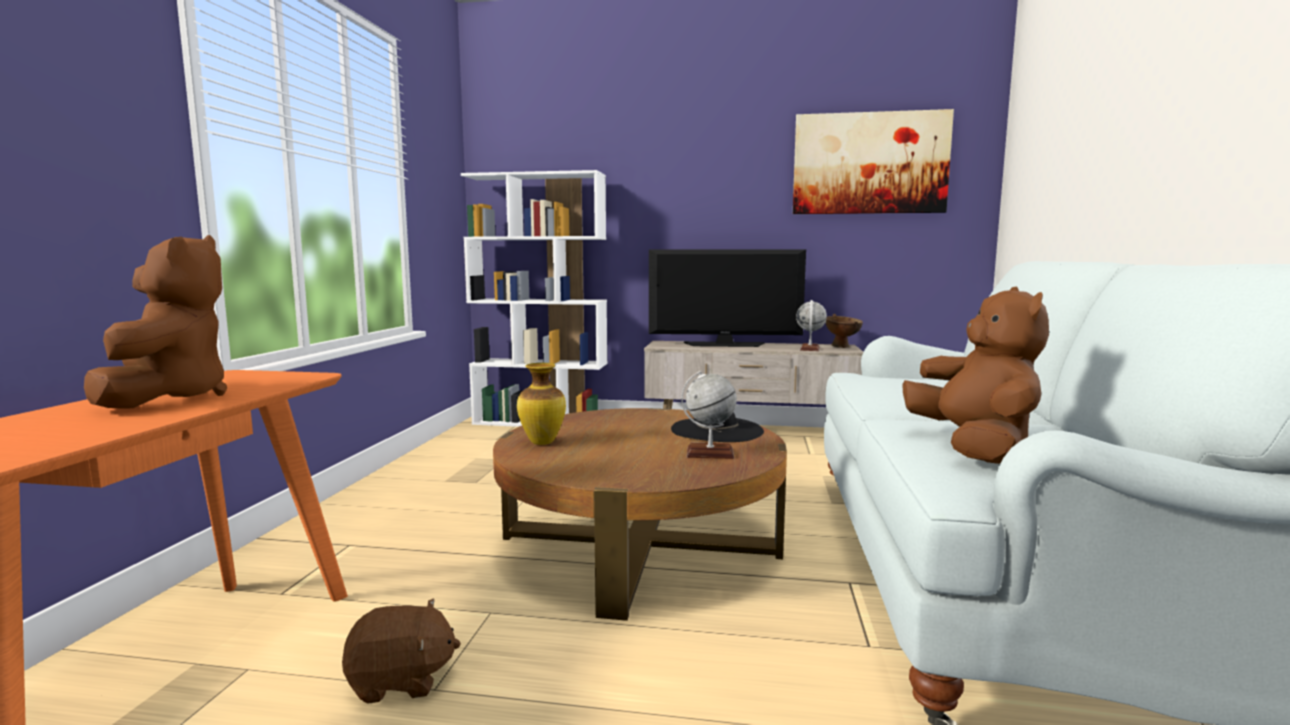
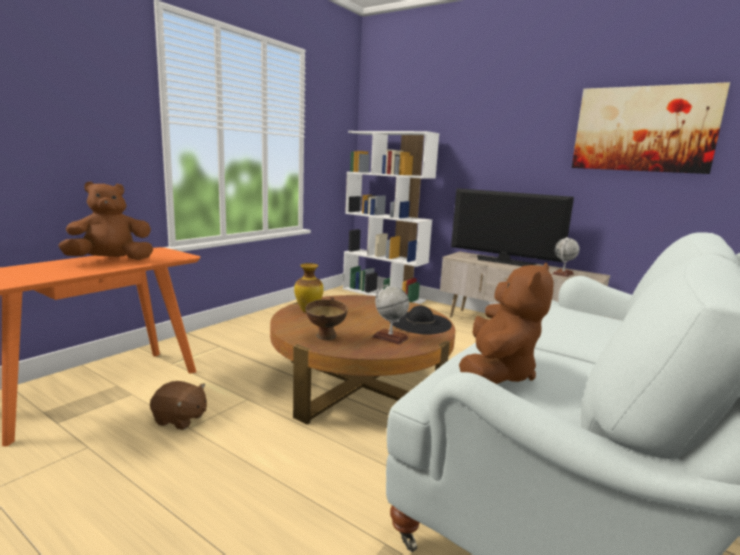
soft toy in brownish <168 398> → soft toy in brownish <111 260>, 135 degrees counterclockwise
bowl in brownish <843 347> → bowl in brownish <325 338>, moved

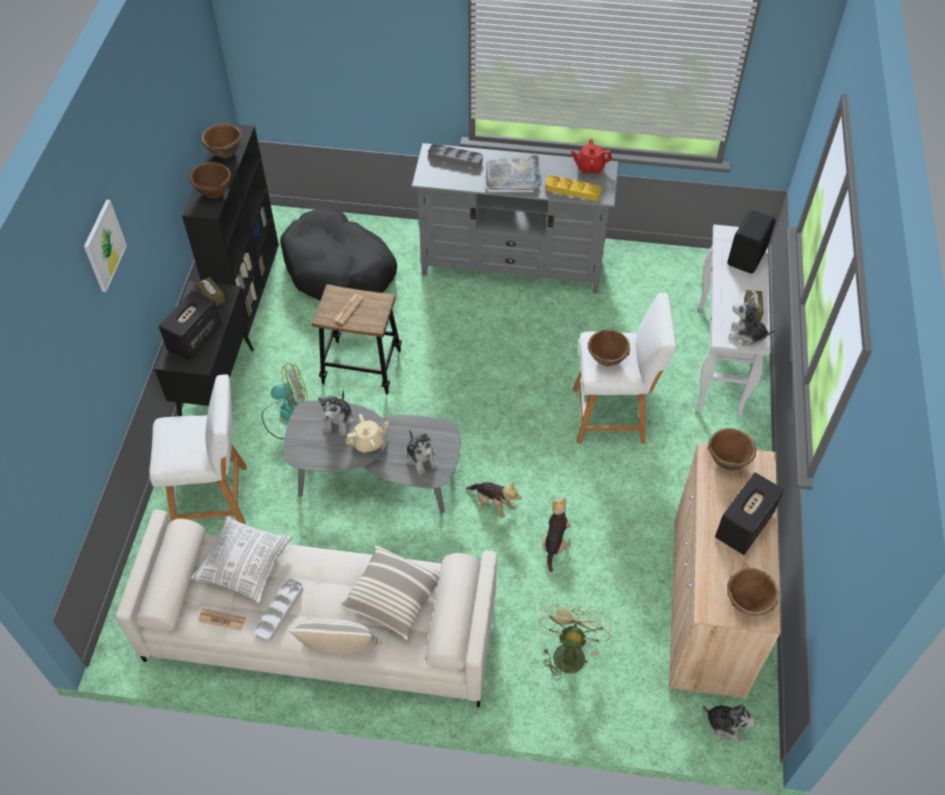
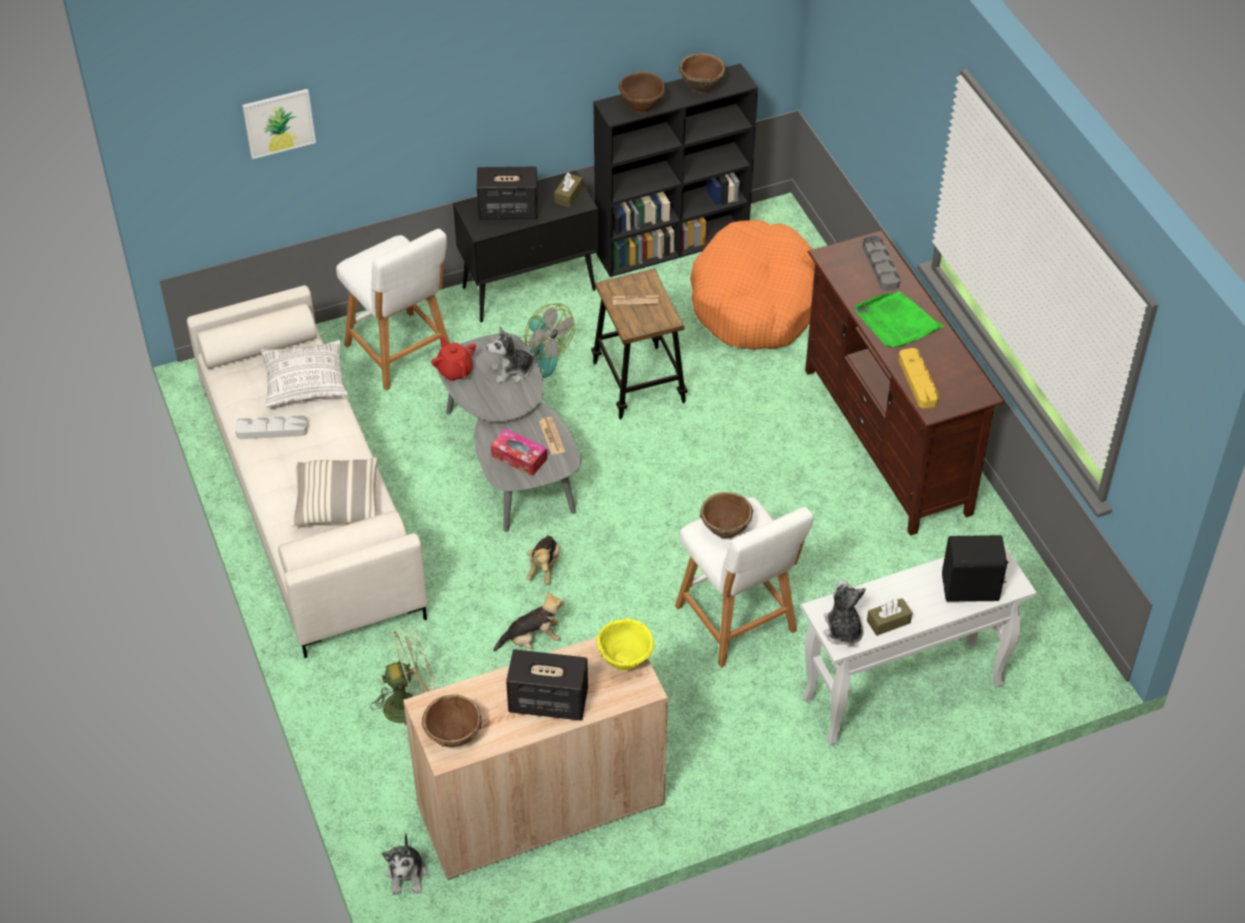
picture <104 245> → picture <279 122>, moved
tea pot in red <590 167> → tea pot in red <455 370>, moved
soft toy <421 458> → box of tissues <519 457>
daily paper <222 619> → daily paper <551 436>, moved
bowl in brownish <727 460> → bowl in yellow-coloured <625 658>
dog bed in black <339 270> → dog bed in orangey <755 301>
media console in greyish <512 265> → media console in brownish <888 441>
serving tray in greyish <513 176> → serving tray in green-coloured <896 322>
throw pillow <340 650> → -
tea pot in beige <368 443> → -

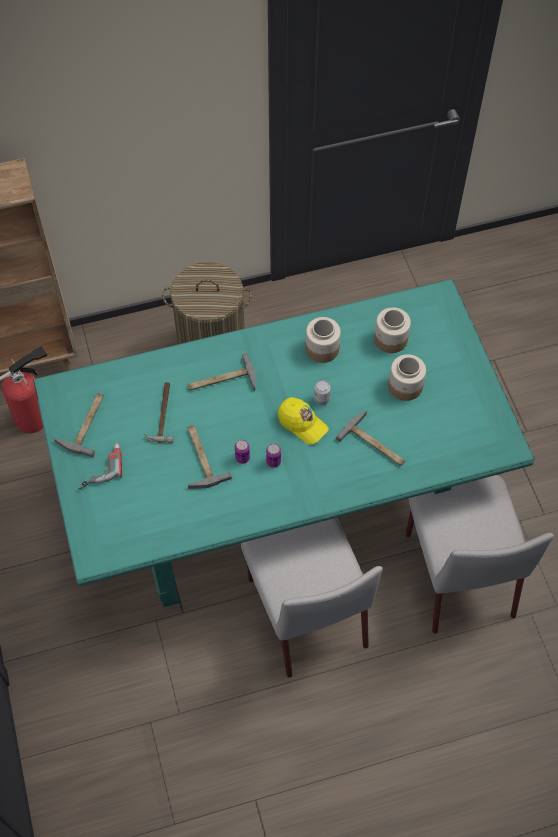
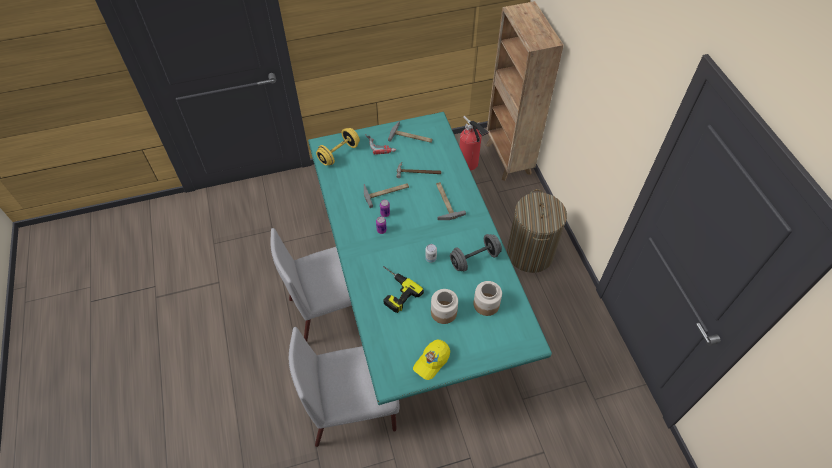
- → hand weight in yellow-coloured <339 154>
hammer <375 444> → drill <394 290>
peaked cap in yellow-coloured <302 424> → peaked cap in yellow-coloured <432 361>, moved
jar <321 348> → hand weight in greyish <474 259>

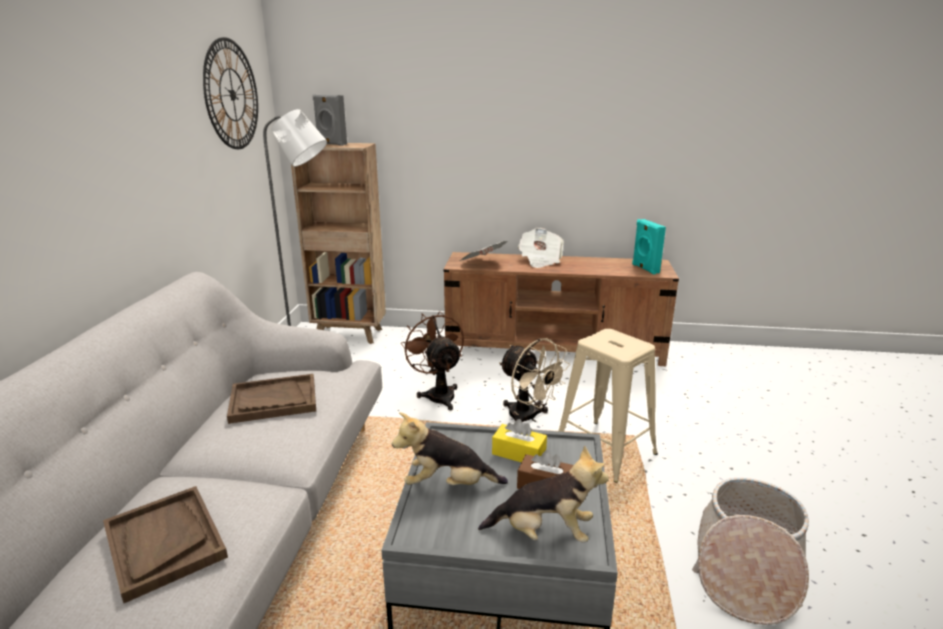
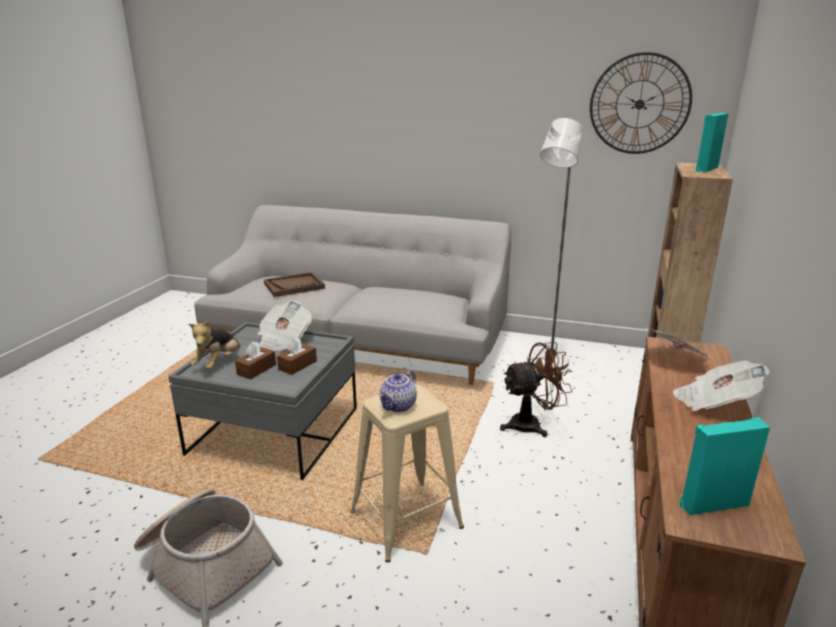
soft toy <448 485> → daily paper <283 341>
box of tissues in yellow-coloured <519 453> → box of tissues in brownish <297 365>
- → tea pot <398 406>
speaker in greyish <331 144> → speaker in turquoise-coloured <705 169>
serving tray in brownish <273 400> → -
fan in beige <528 418> → -

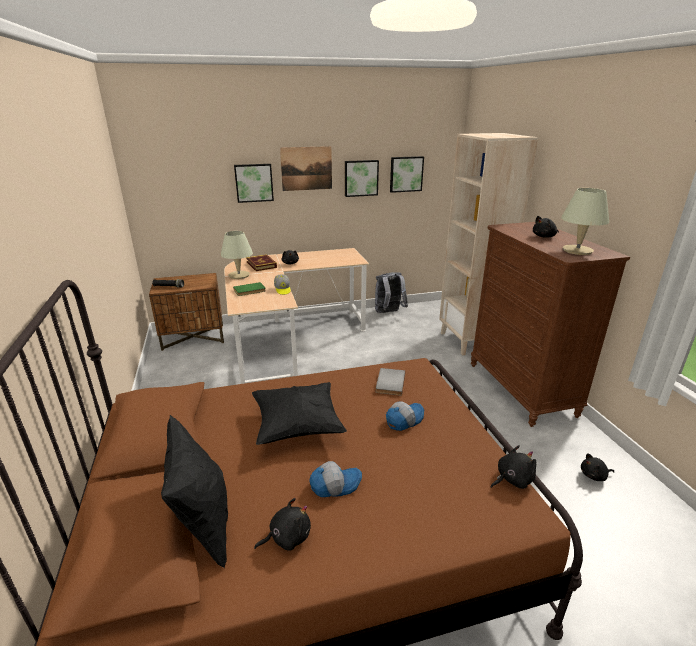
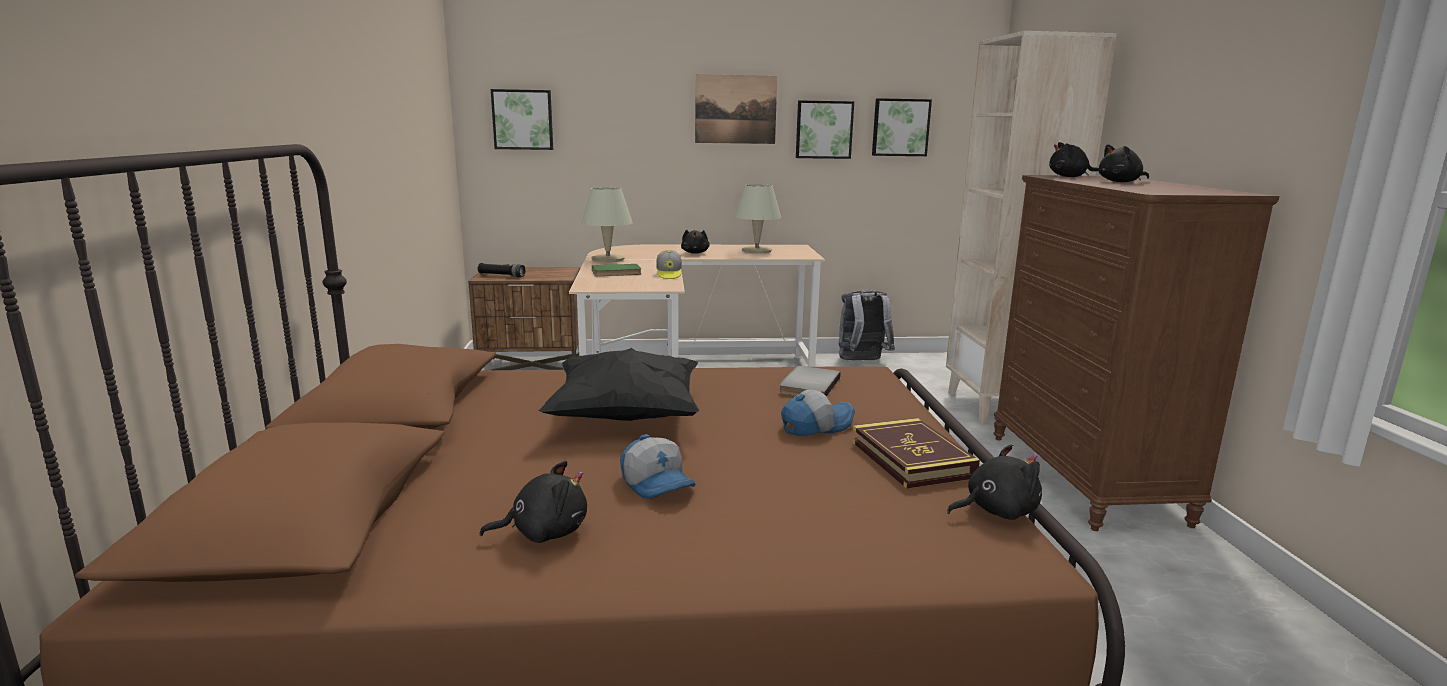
picture <254 182> → picture <523 119>, moved
peaked cap <335 484> → peaked cap <658 484>, 60 degrees clockwise
lamp for a table in beige <577 250> → lamp for a table in beige <757 251>, moved
volume <261 265> → volume <911 459>, moved
soft toy in black <594 476> → soft toy in black <1070 177>, moved
throw pillow in black <204 525> → -

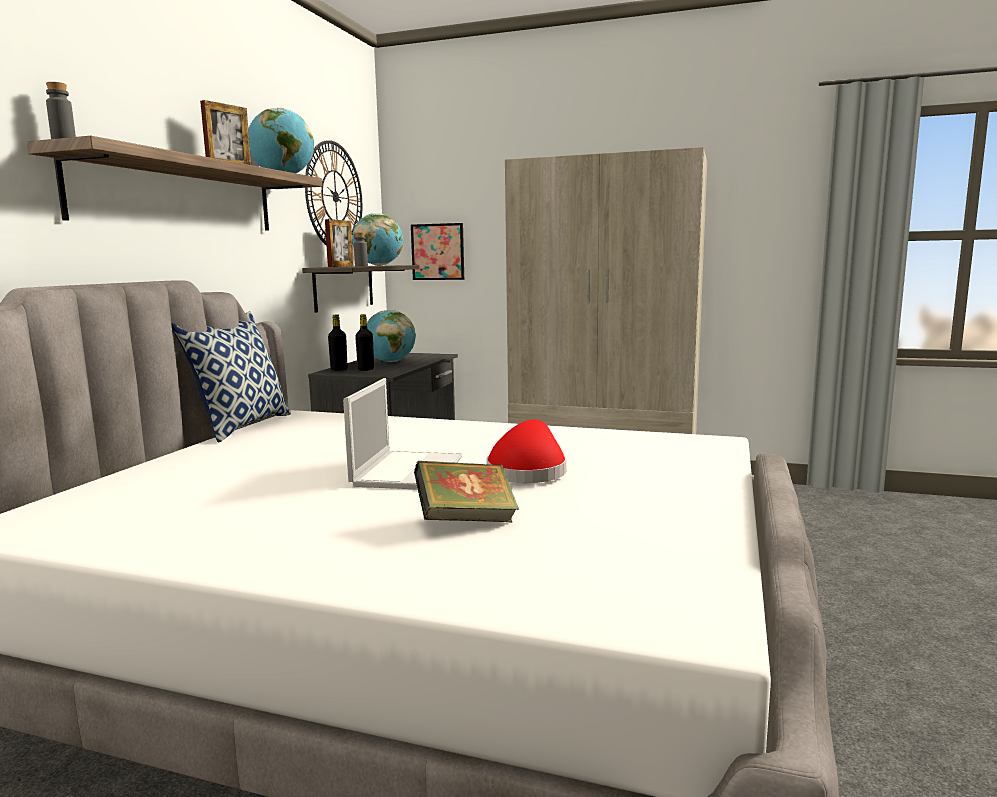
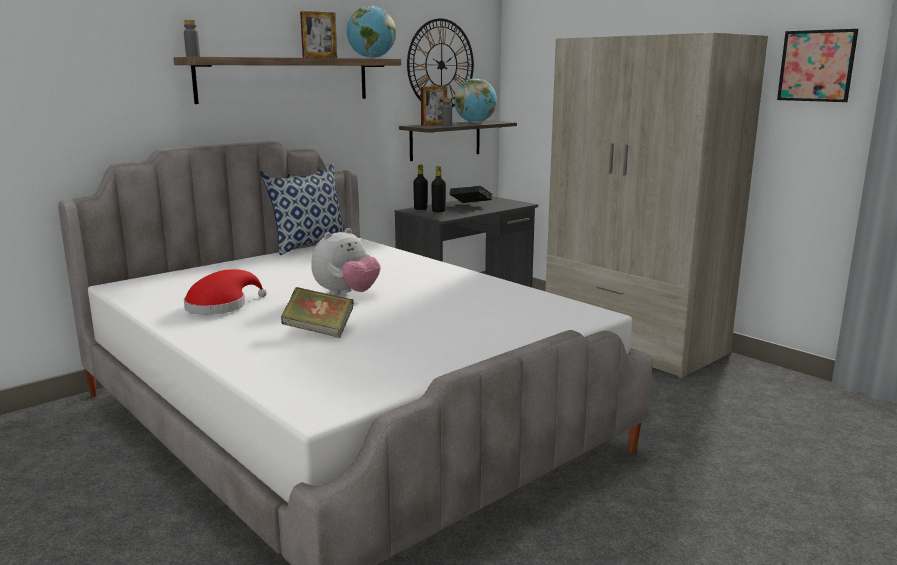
hat in red <527 471> → hat in red <220 306>, moved
portable computer <408 470> → soft toy <346 294>
world globe <390 361> → volume <471 206>
picture <438 252> → picture <816 66>, moved

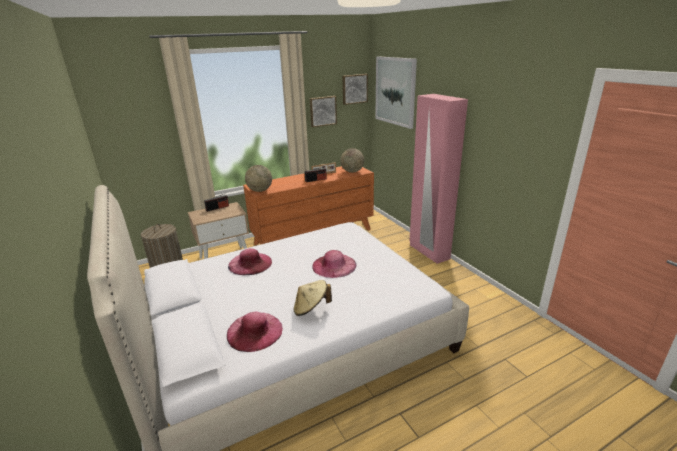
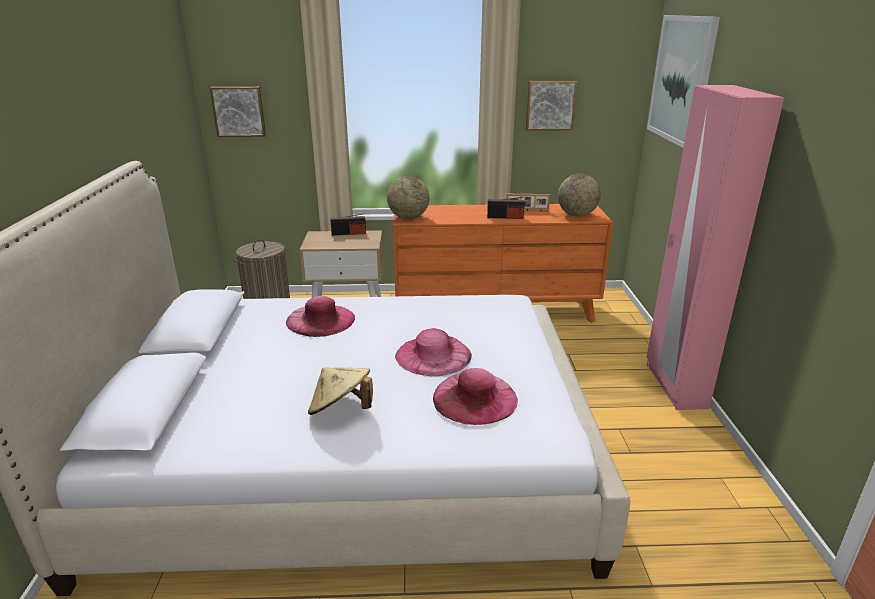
picture <354 89> → picture <239 111>, moved
hat in pinkish <254 331> → hat in pinkish <474 398>, moved

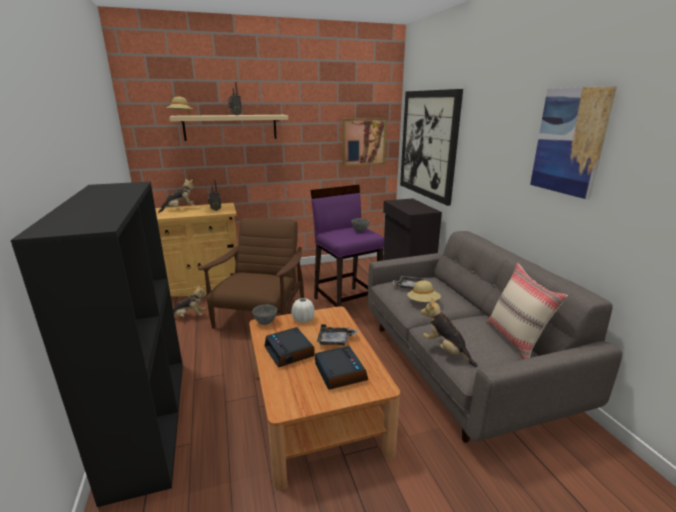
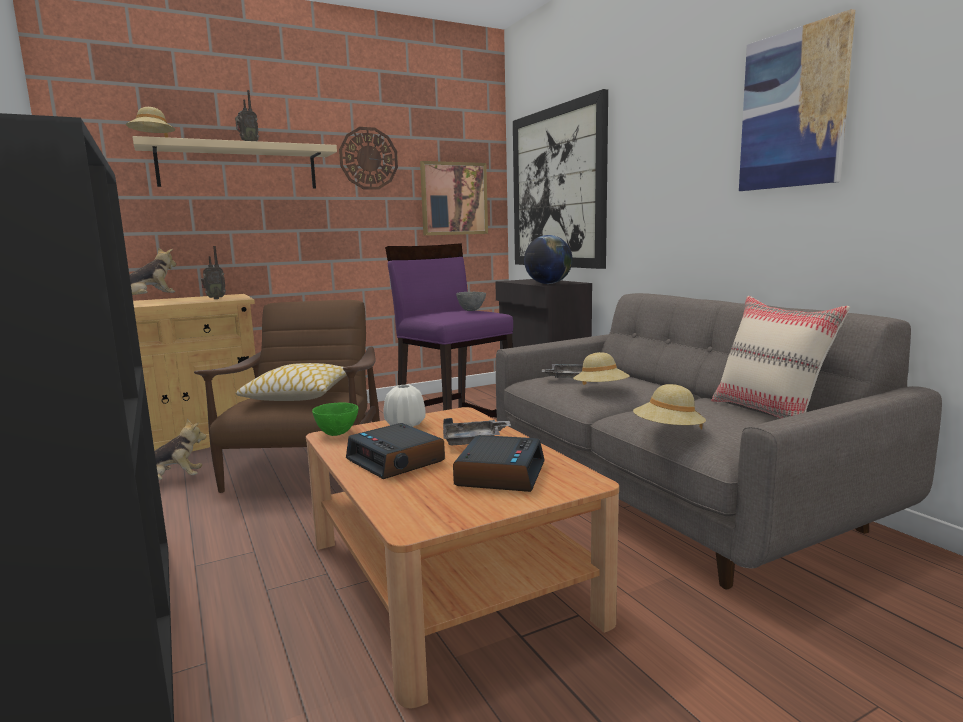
- → throw pillow <298 395>
bowl in greyish <265 322> → bowl in green-coloured <337 433>
- → hanging clock <368 158>
alarm clock <339 372> → alarm clock <499 473>, 45 degrees clockwise
- → world globe <548 284>
soft toy <445 350> → hat in beige <668 432>

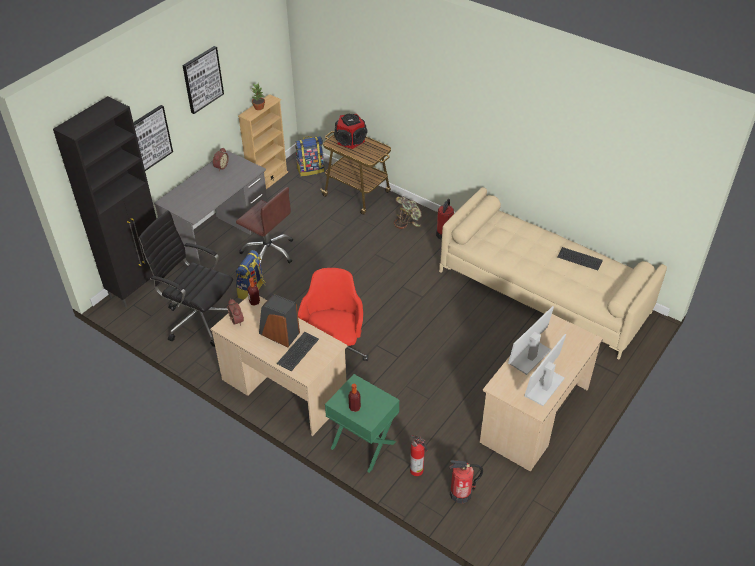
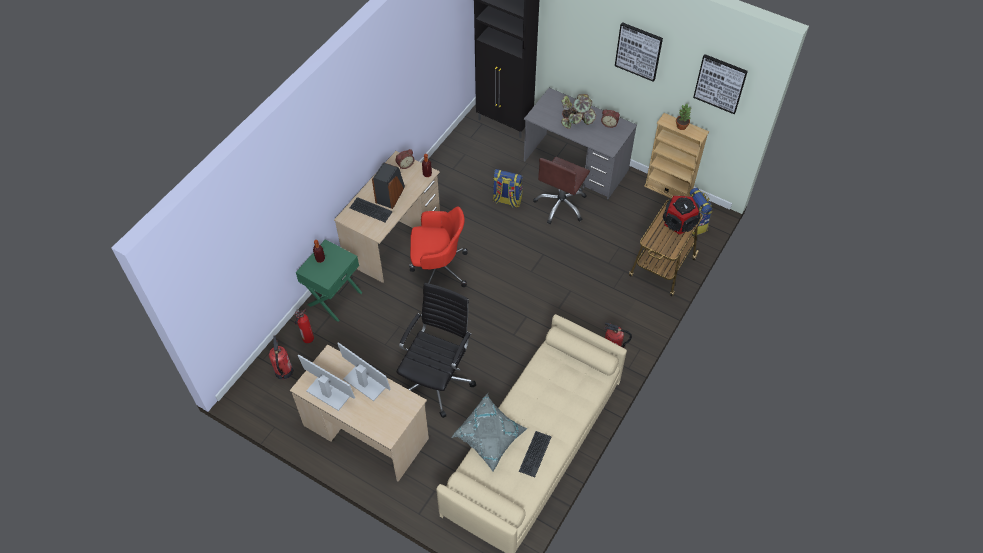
office chair in black <199 319> → office chair in black <437 380>, moved
- → throw pillow in greyish <490 438>
potted plant <408 220> → potted plant <576 120>, moved
picture <149 139> → picture <720 83>, moved

